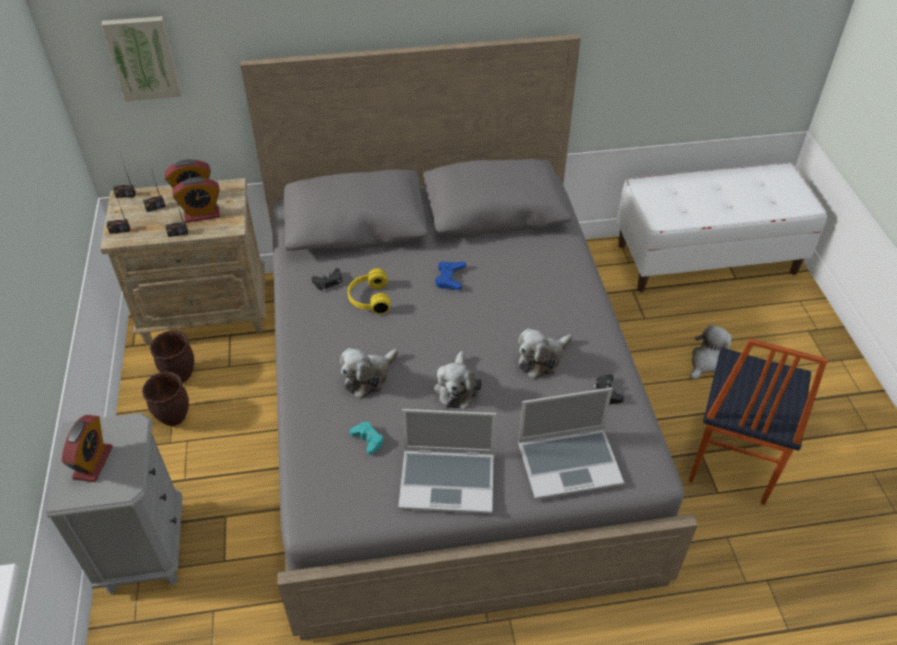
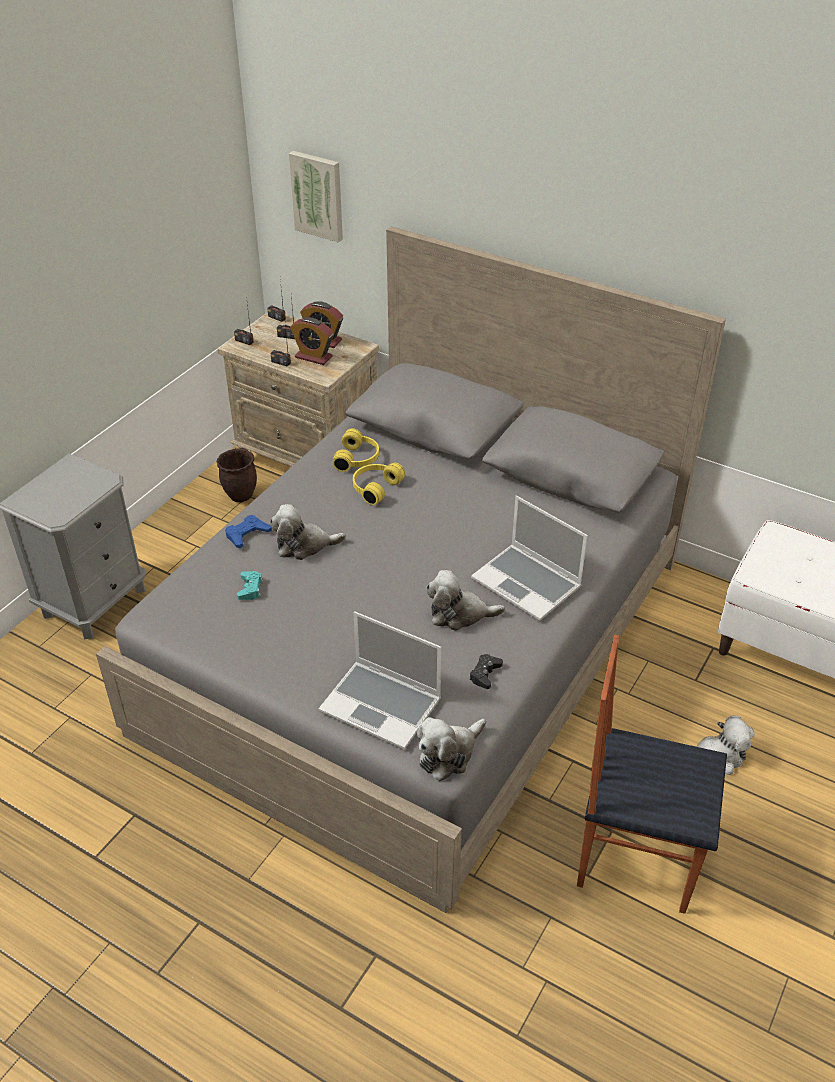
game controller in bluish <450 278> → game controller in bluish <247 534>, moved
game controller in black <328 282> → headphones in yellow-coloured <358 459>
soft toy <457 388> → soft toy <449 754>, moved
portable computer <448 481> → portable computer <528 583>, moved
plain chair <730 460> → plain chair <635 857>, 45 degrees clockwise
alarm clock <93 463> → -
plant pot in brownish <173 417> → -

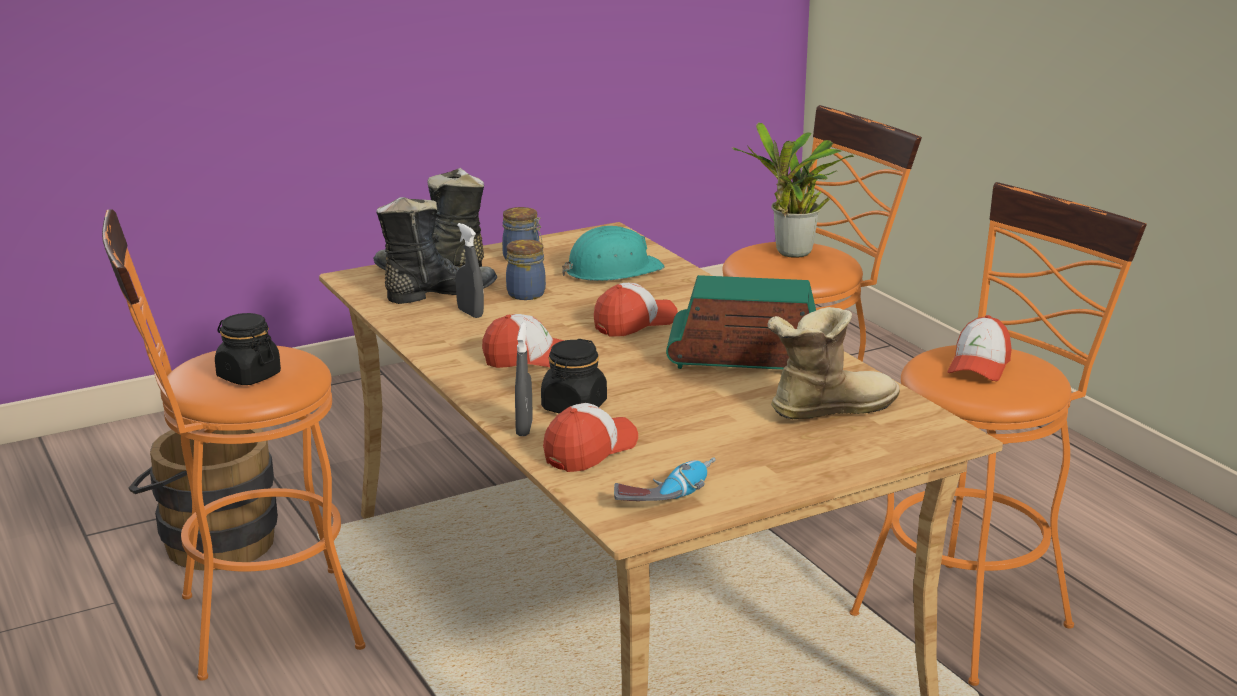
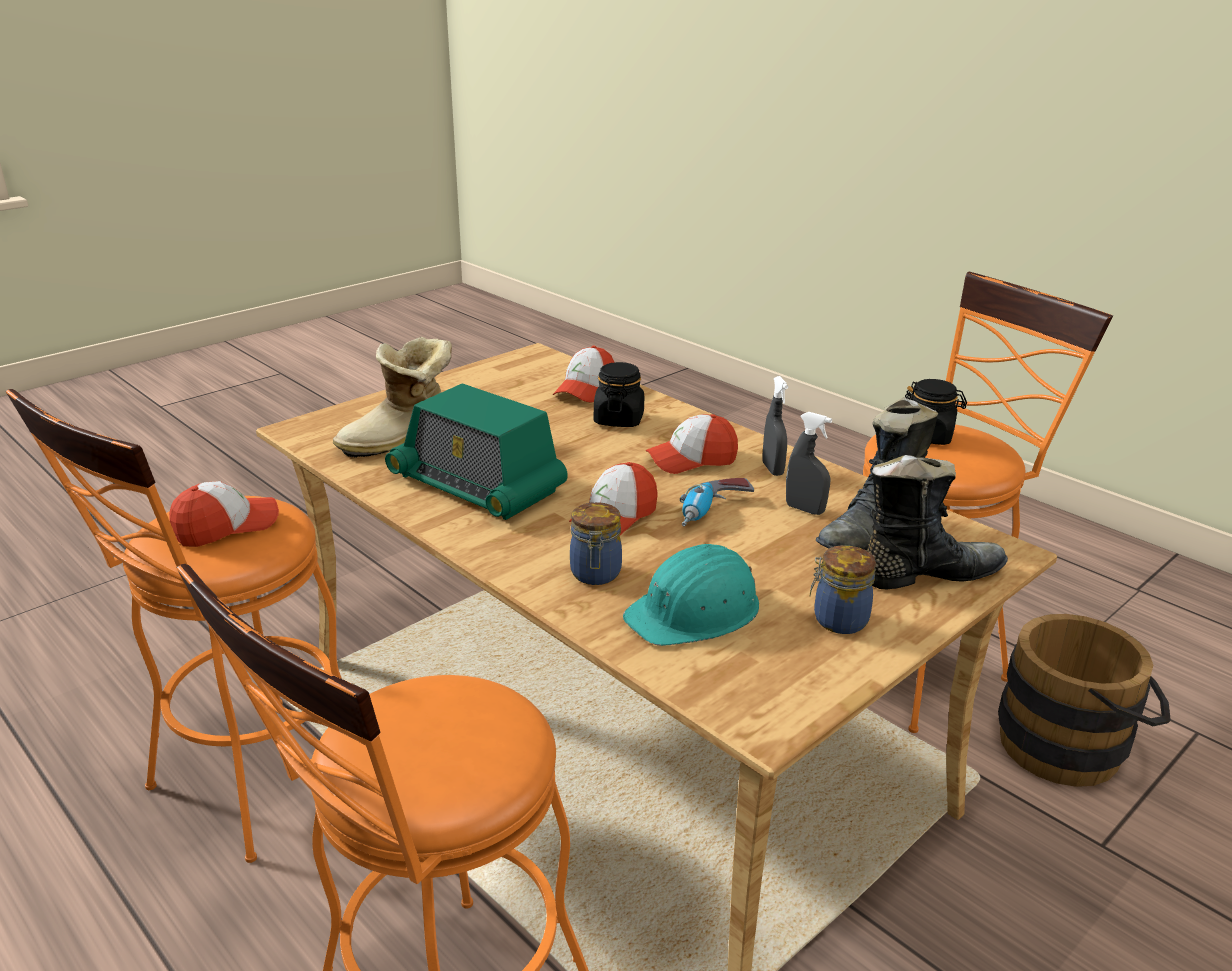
peaked cap <979 366> → peaked cap <226 527>, 45 degrees clockwise
radio <749 358> → radio <477 484>, 45 degrees clockwise
jar <526 293> → jar <595 574>, moved
drill <667 493> → drill <712 513>, moved
spray bottle in greyish <524 428> → spray bottle in greyish <772 469>, moved
potted plant <791 254> → -

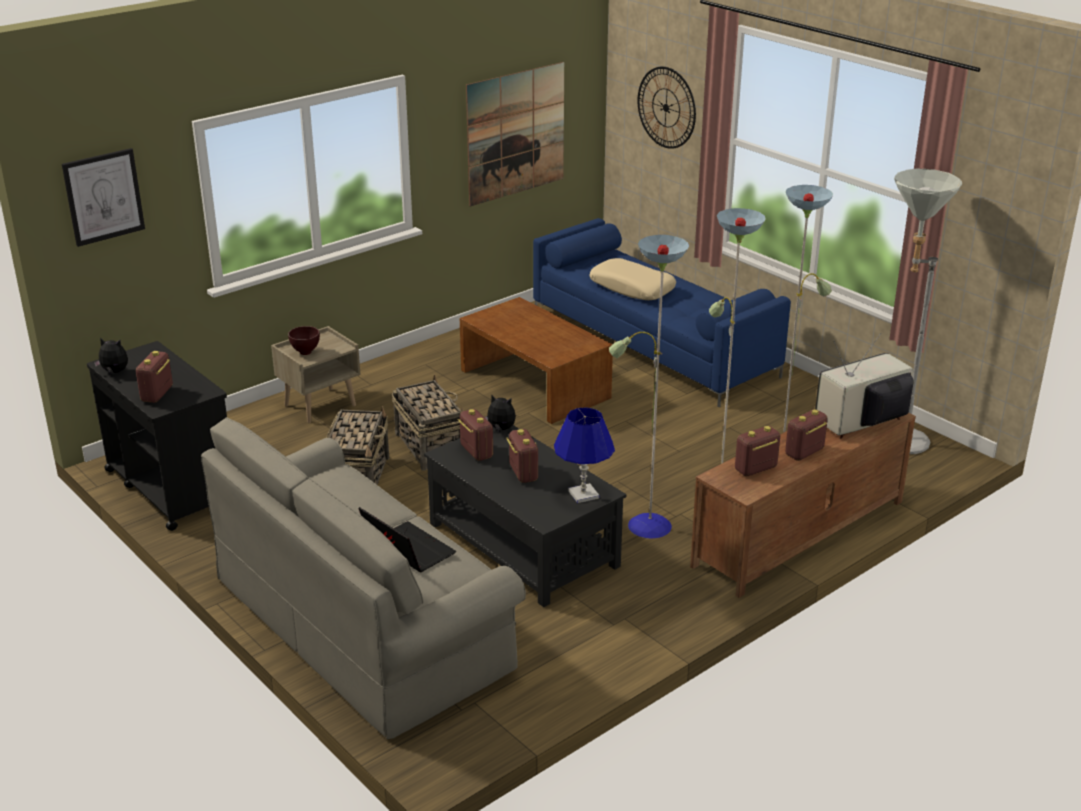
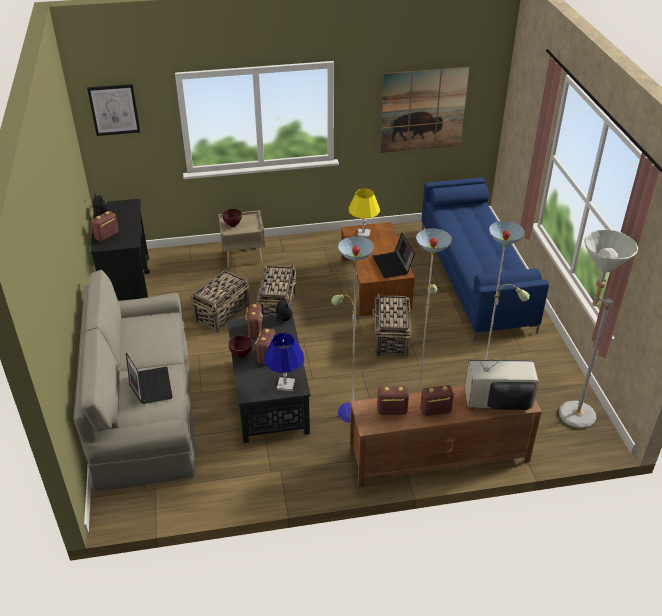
- → bowl in brownish <240 355>
- → lamp for a table in yellow-coloured <363 233>
- → storage basket <391 339>
- → portable computer <393 265>
throw pillow in beige <632 288> → -
hanging clock <666 107> → -

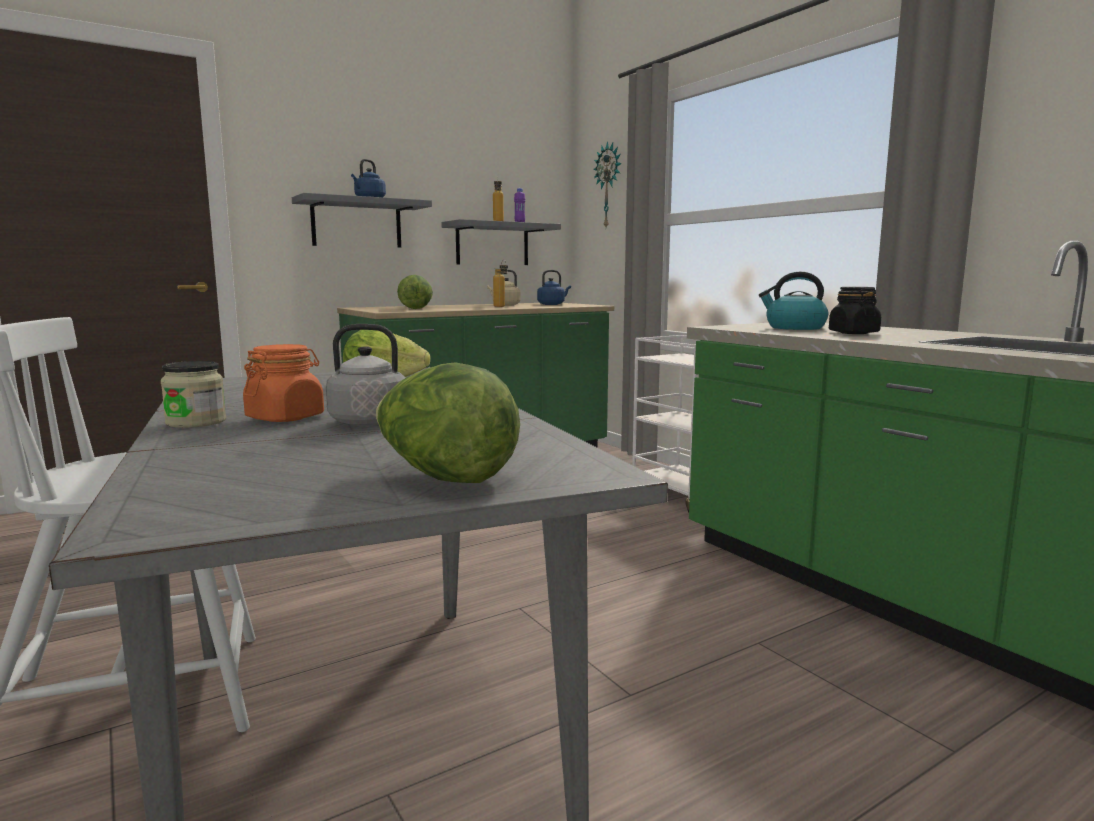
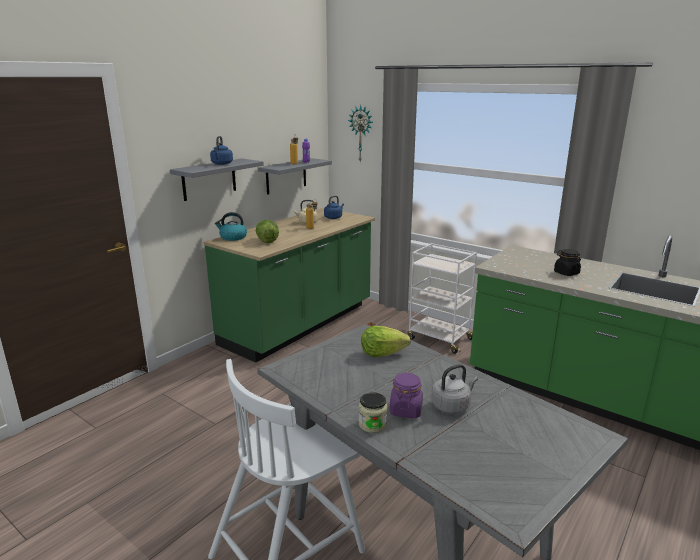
tea kettle <794 328> → tea kettle <233 237>, moved
jar in orangey <286 418> → jar in purplish <405 410>
lettuce <443 477> → -

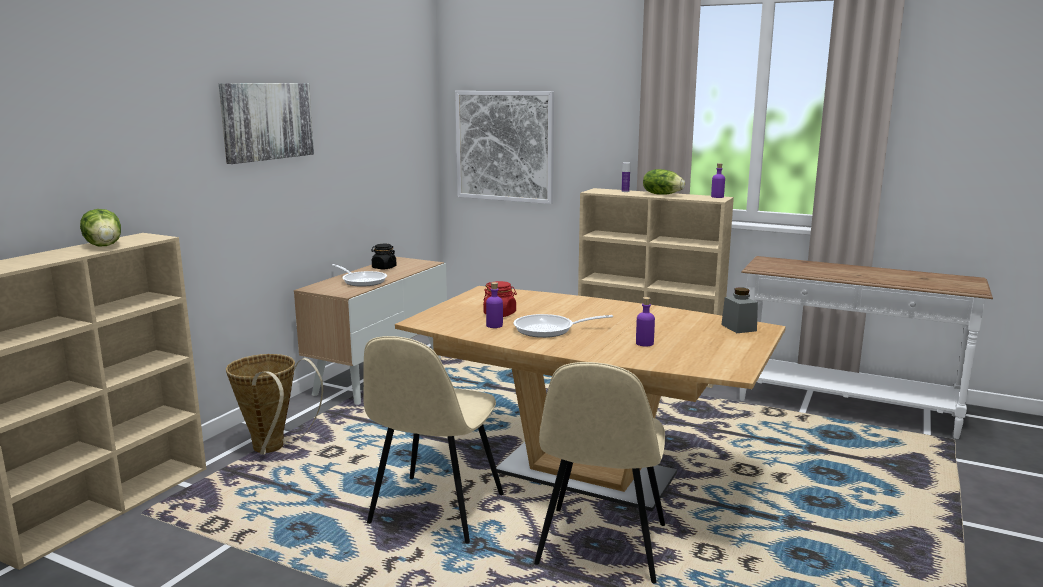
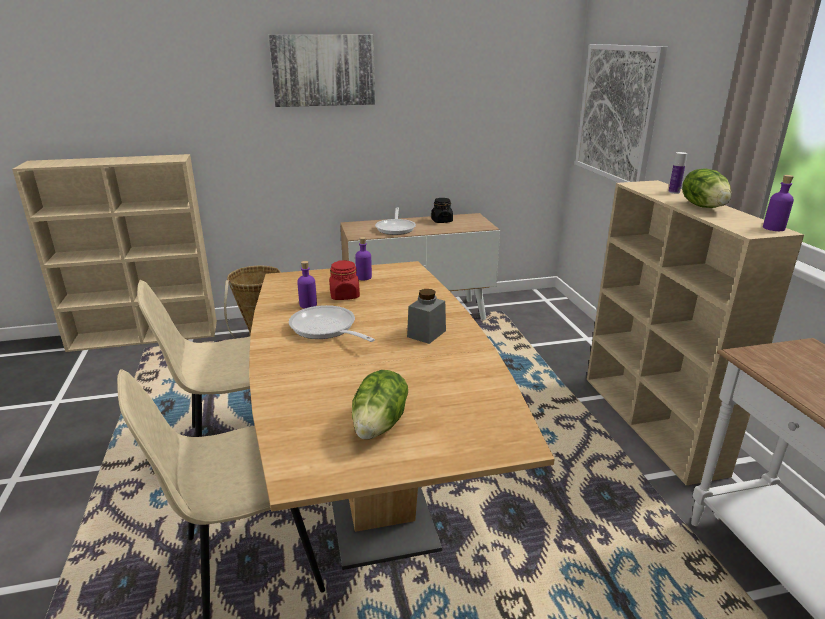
lettuce <105 246> → lettuce <380 424>, moved
drink bottle in purplish <644 343> → drink bottle in purplish <364 277>, moved
jar in greyish <738 328> → jar in greyish <426 334>, moved

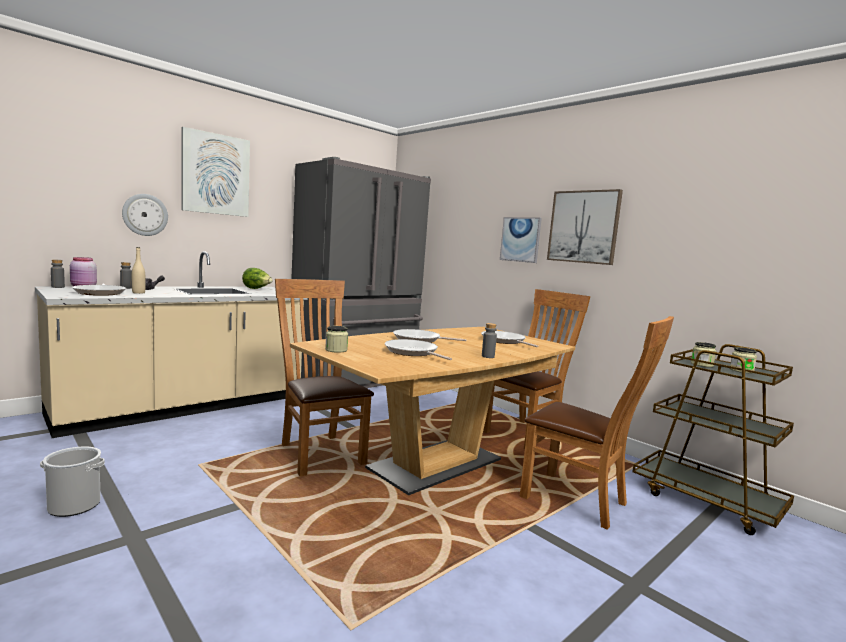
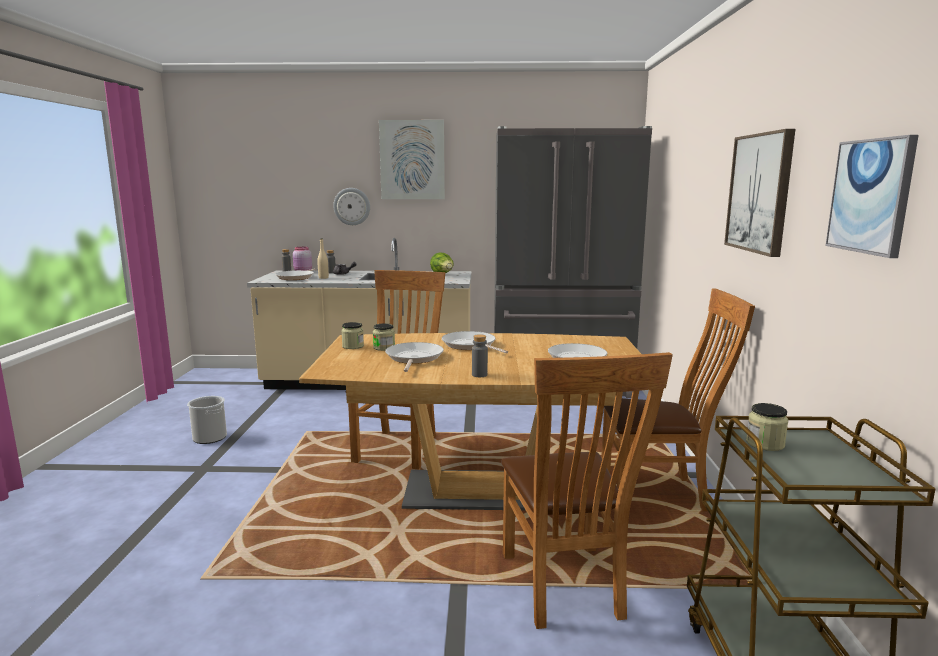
jar <741 370> → jar <384 348>, moved
picture <520 239> → picture <871 196>, moved

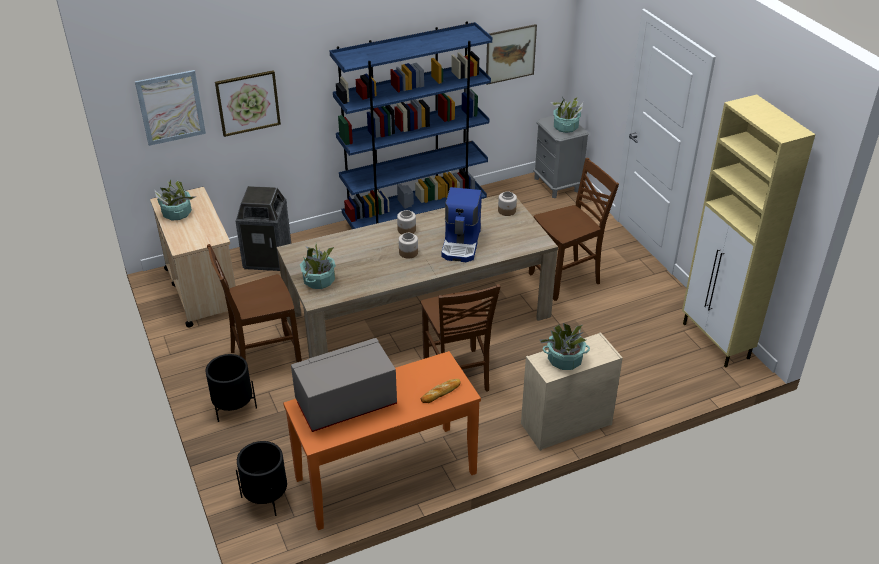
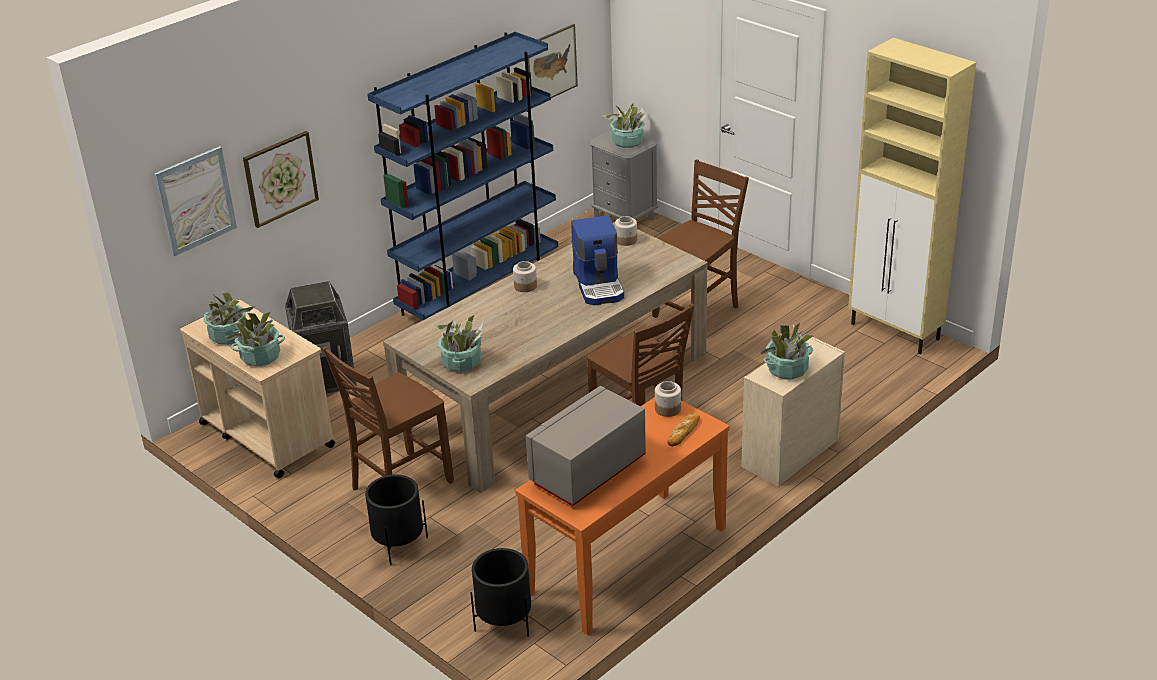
- → potted plant <260 357>
jar <408 253> → jar <668 409>, moved

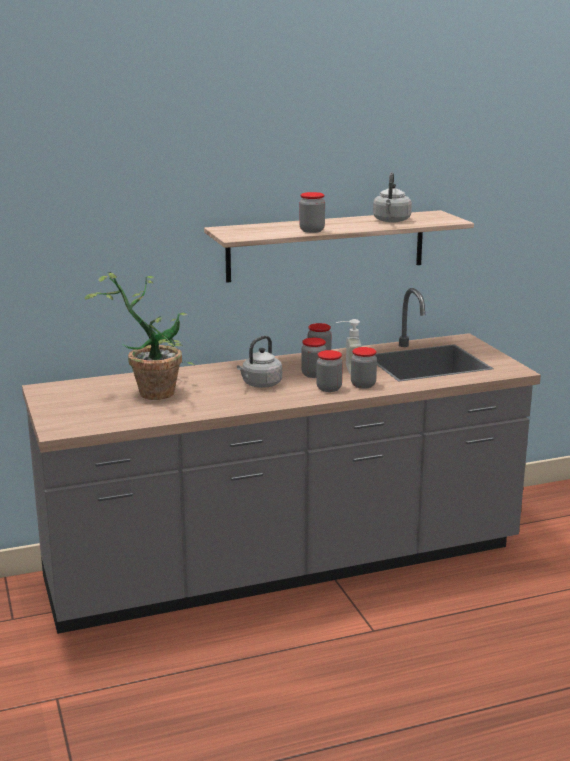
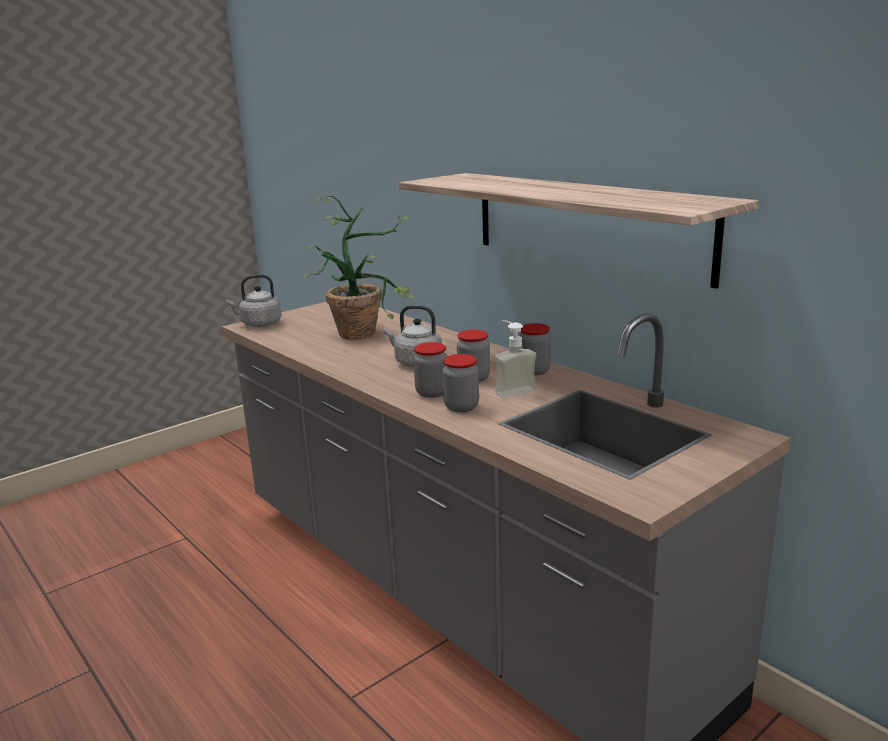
tea kettle in greyish <391 221> → tea kettle in greyish <259 324>, moved
jar <312 230> → -

